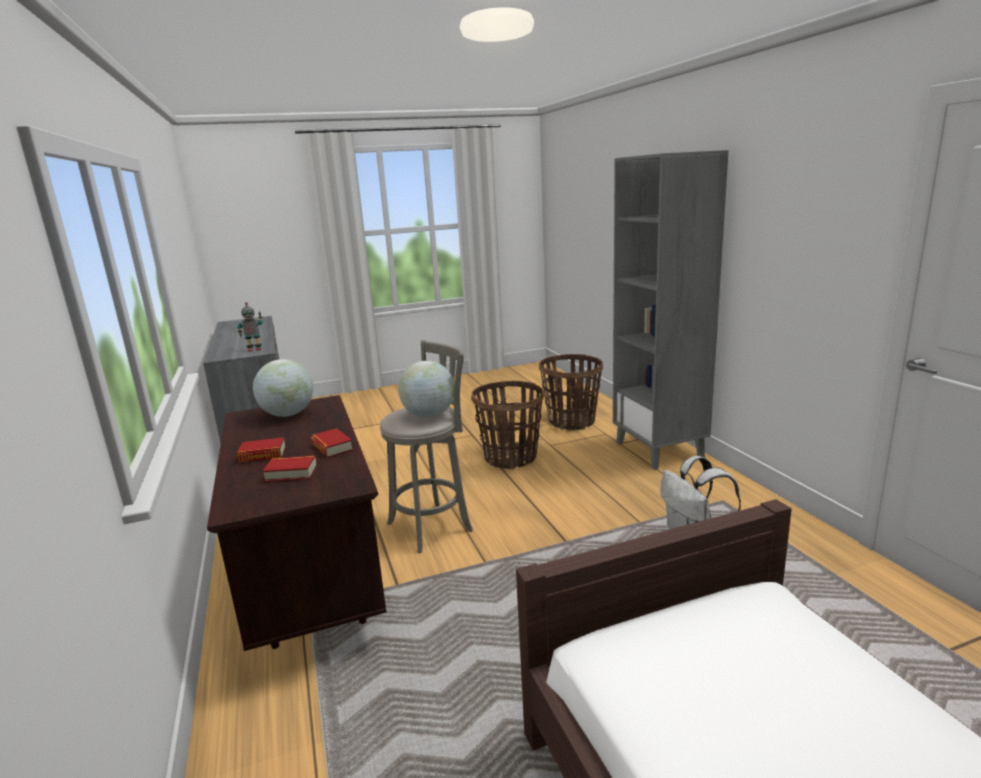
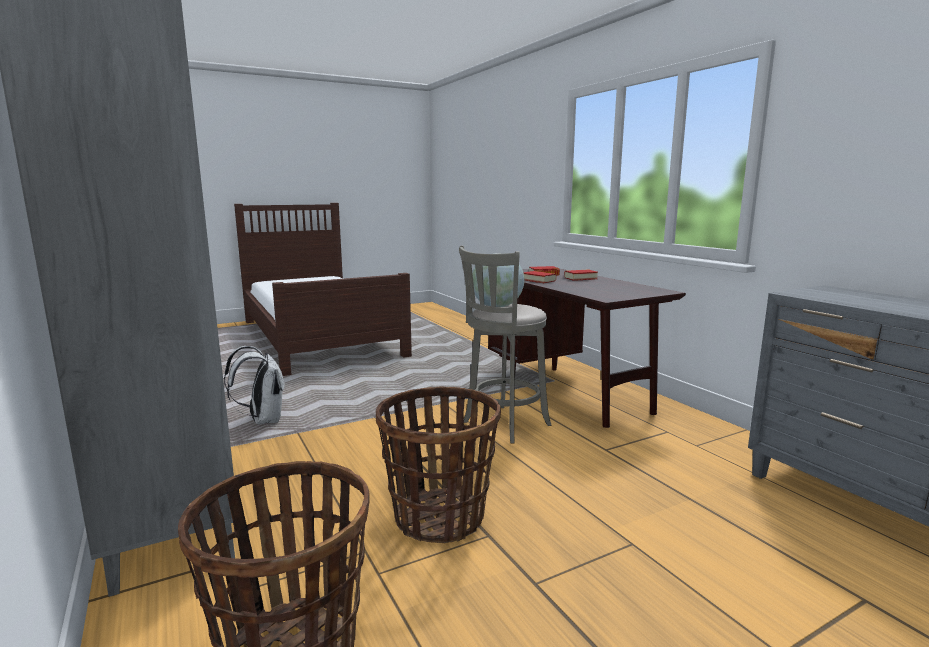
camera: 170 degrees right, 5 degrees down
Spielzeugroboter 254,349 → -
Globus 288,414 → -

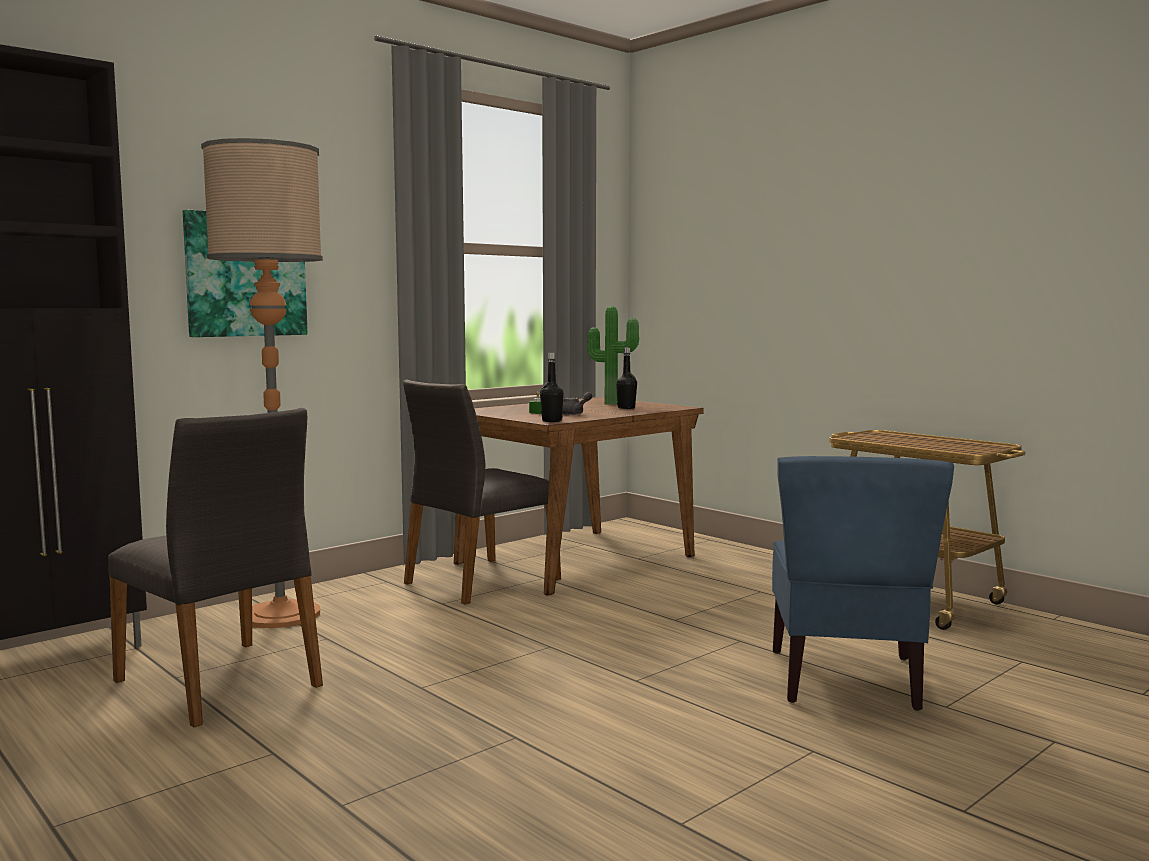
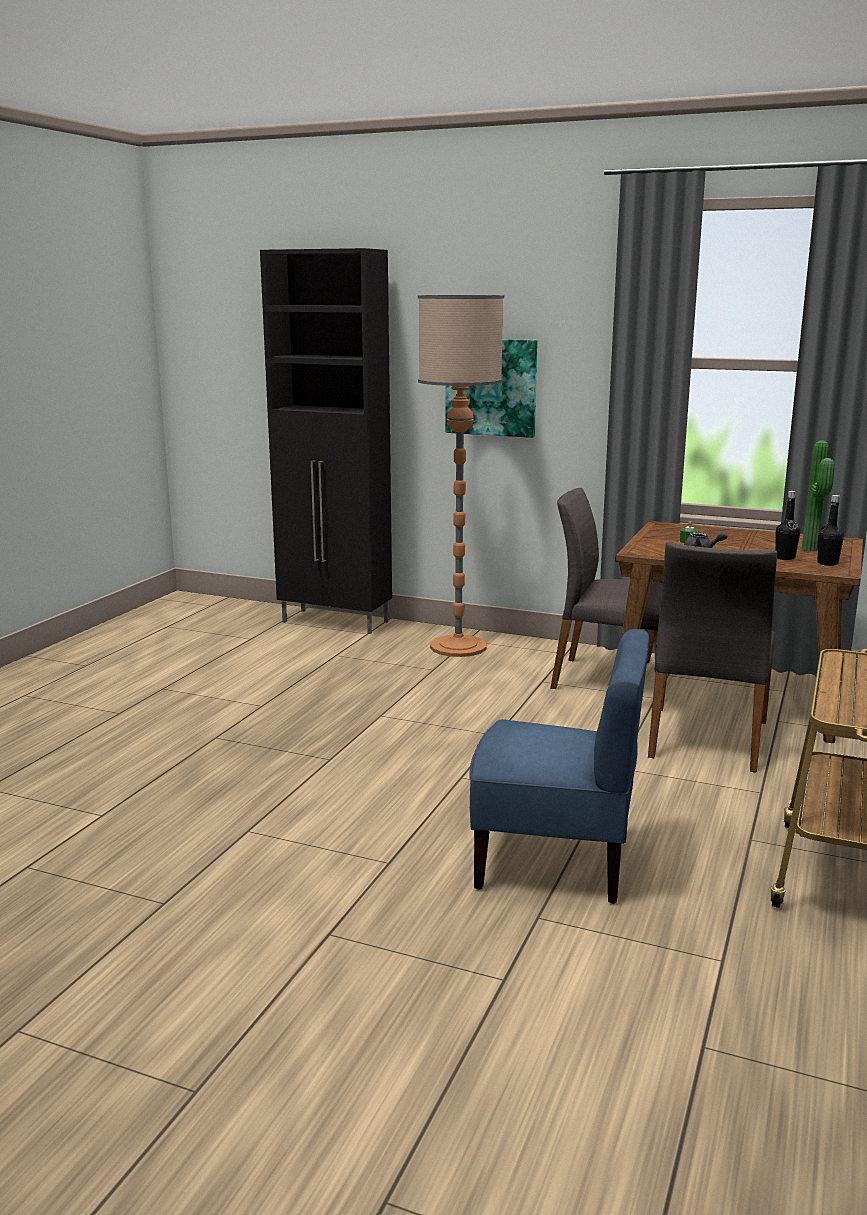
camera: 65 degrees right, 10 degrees up
Stuhl [blau] 846,679 → Stuhl [blau] 554,862, 150 degrees counterclockwise
Stuhl [grau] 222,682 → Stuhl [grau] 706,739, move
Flasche [schwarz] 551,421 → Flasche [schwarz] 827,563, move

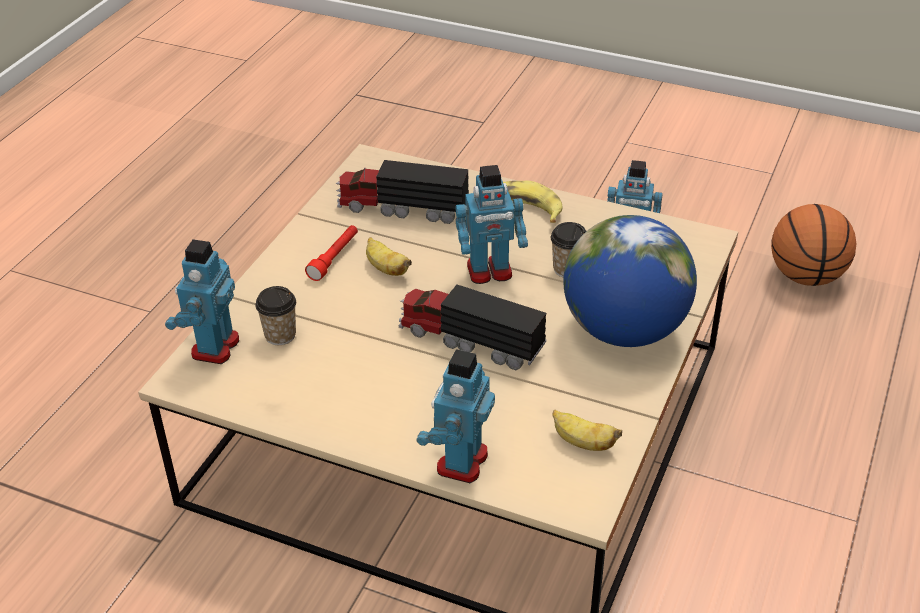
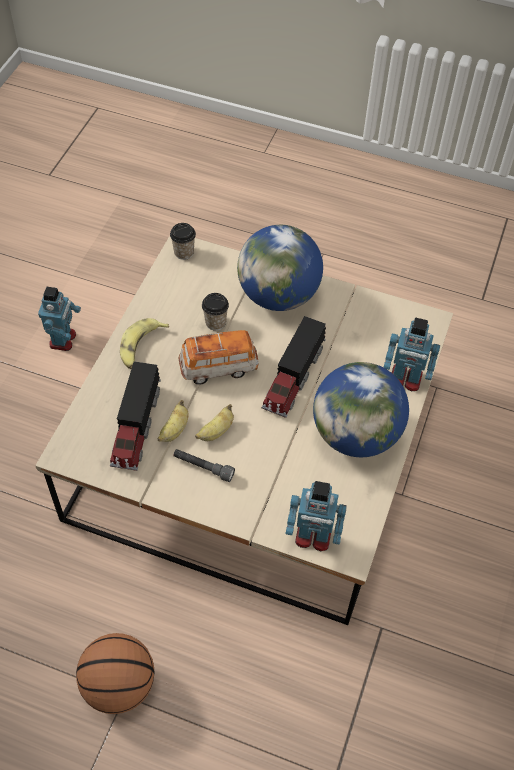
camera: 95 degrees left, 15 degrees up
Basketball 806,276 → Basketball 119,684, move
Banane 582,443 → Banane 174,430, move
Tasse 280,335 → Tasse 184,252, move
Taschenlampe [rot] 334,258 → Taschenlampe [grau] 203,467
Spielzeugroboter 489,272 → Spielzeugauto 219,367
- → Globus 355,434

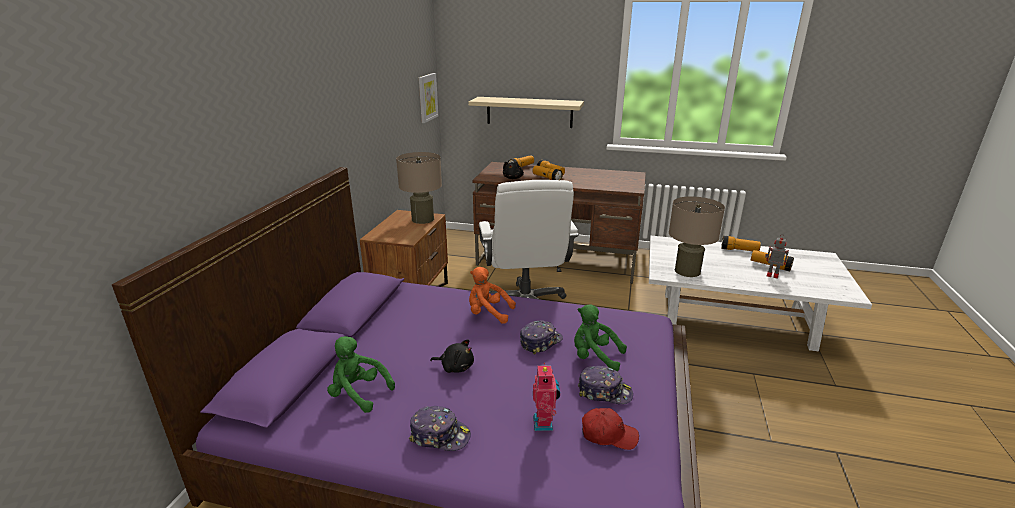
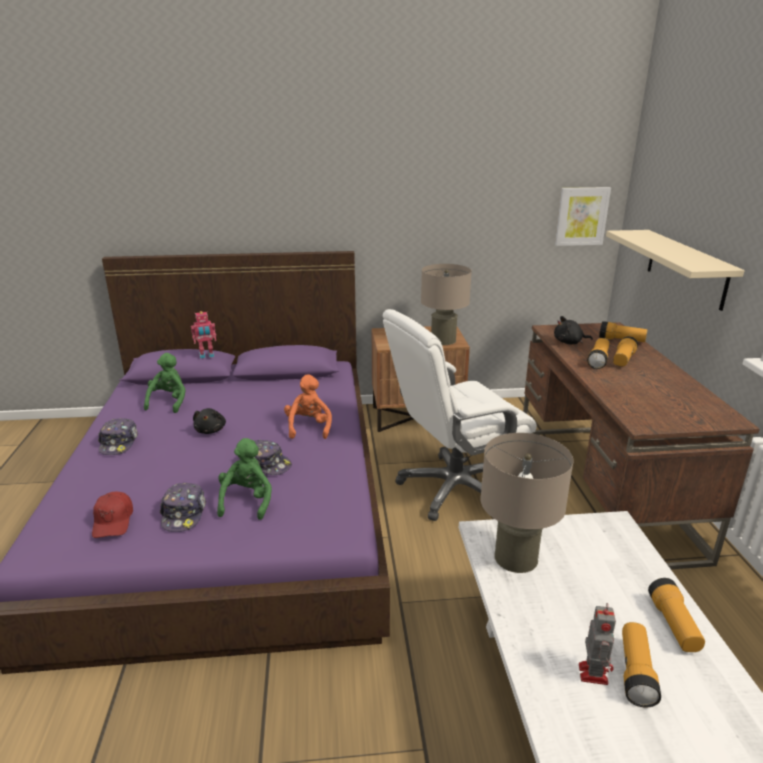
camera: 70 degrees right, 0 degrees up
Spielzeugroboter 545,423 → Spielzeugroboter 206,355, move

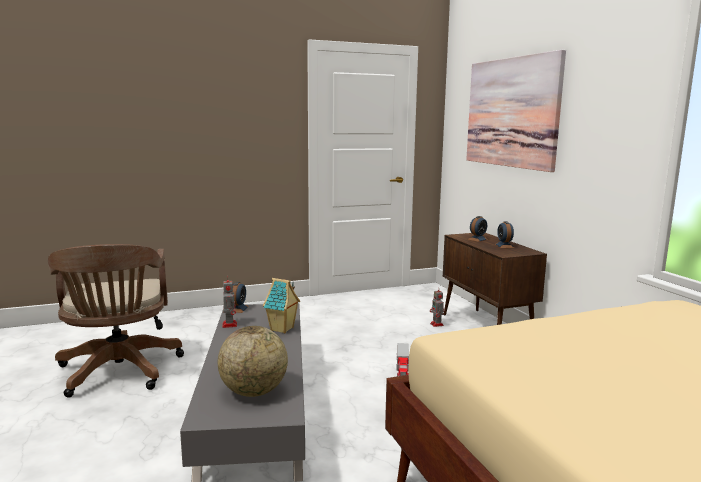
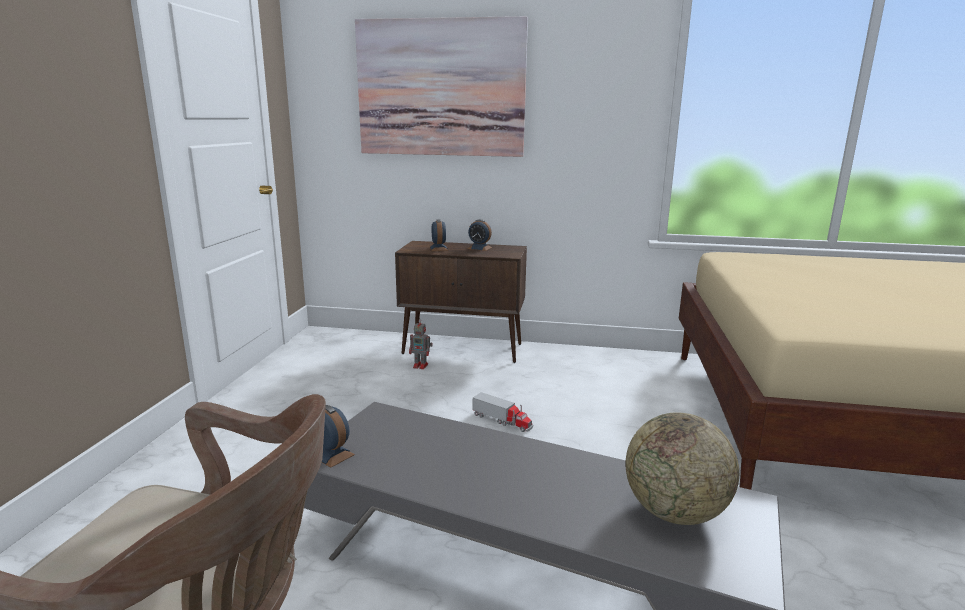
camera: 60 degrees left, 5 degrees up
Spielzeugroboter 229,324 → -
Spielzeughaus 282,329 → -

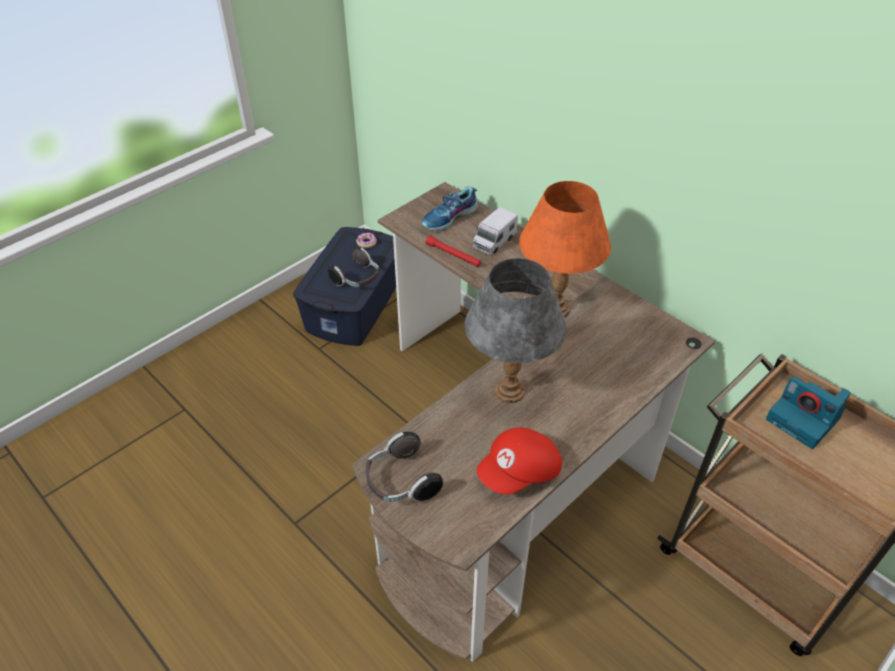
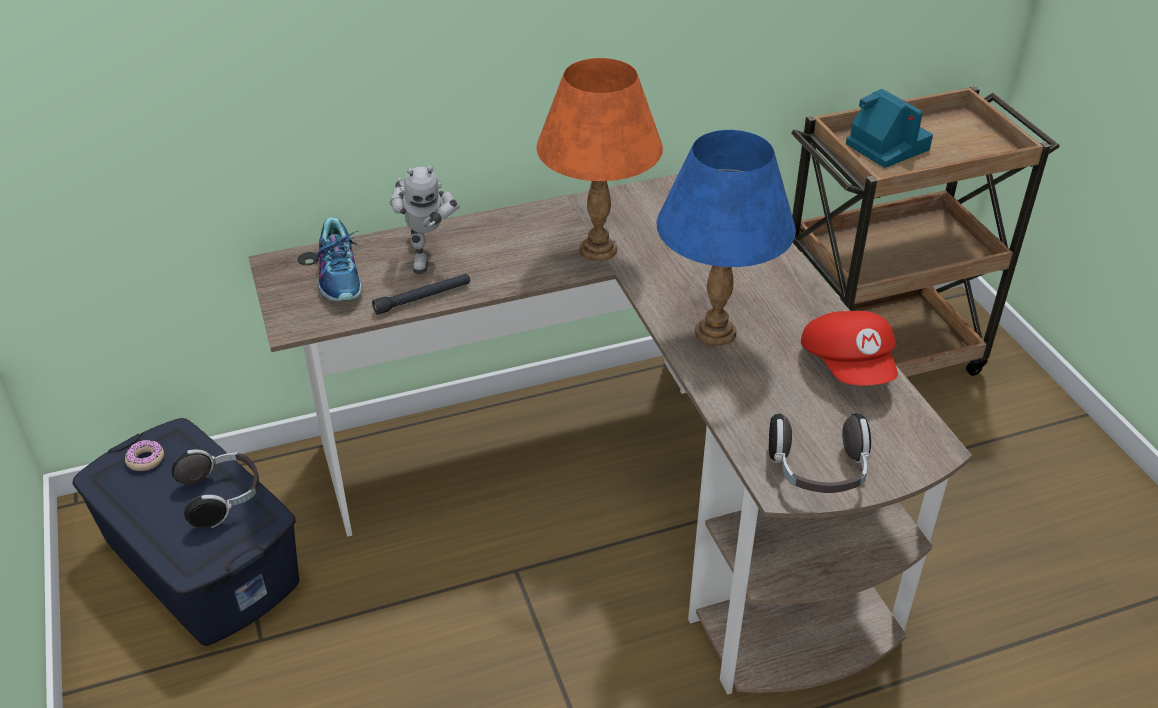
camera: 65 degrees left, 5 degrees down
Taschenlampe [rot] 453,255 → Taschenlampe [schwarz] 423,298
Spielzeuglaster 494,241 → Spielzeugroboter 427,255
Tischlampe [grau] 510,392 → Tischlampe [blau] 716,332
Kamera 805,419 → Kamera 885,146, 105 degrees counterclockwise

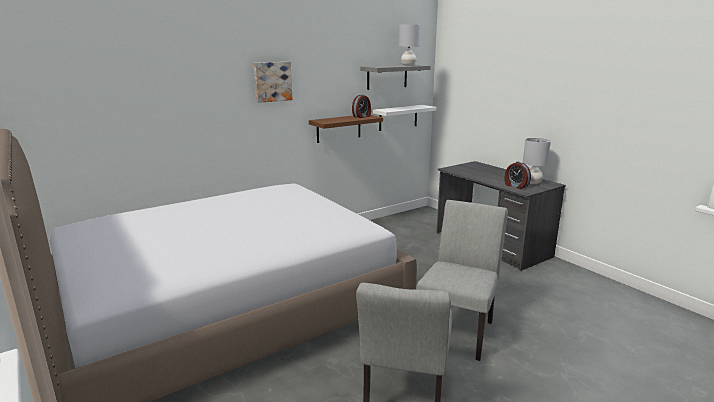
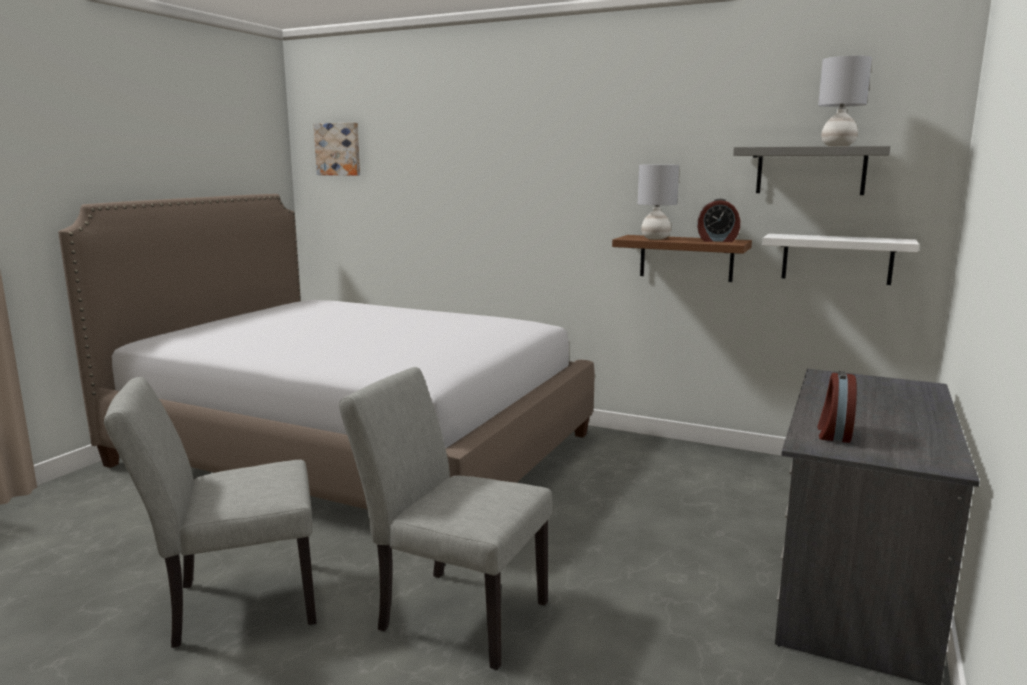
camera: 60 degrees right, 5 degrees down
Bild 272,81 → Bild 338,149, move
Stuhl [grau] 458,329 → Stuhl [grau] 452,612, 150 degrees counterclockwise
Tischlampe [grau] 532,183 → Tischlampe [grau] 656,238, move

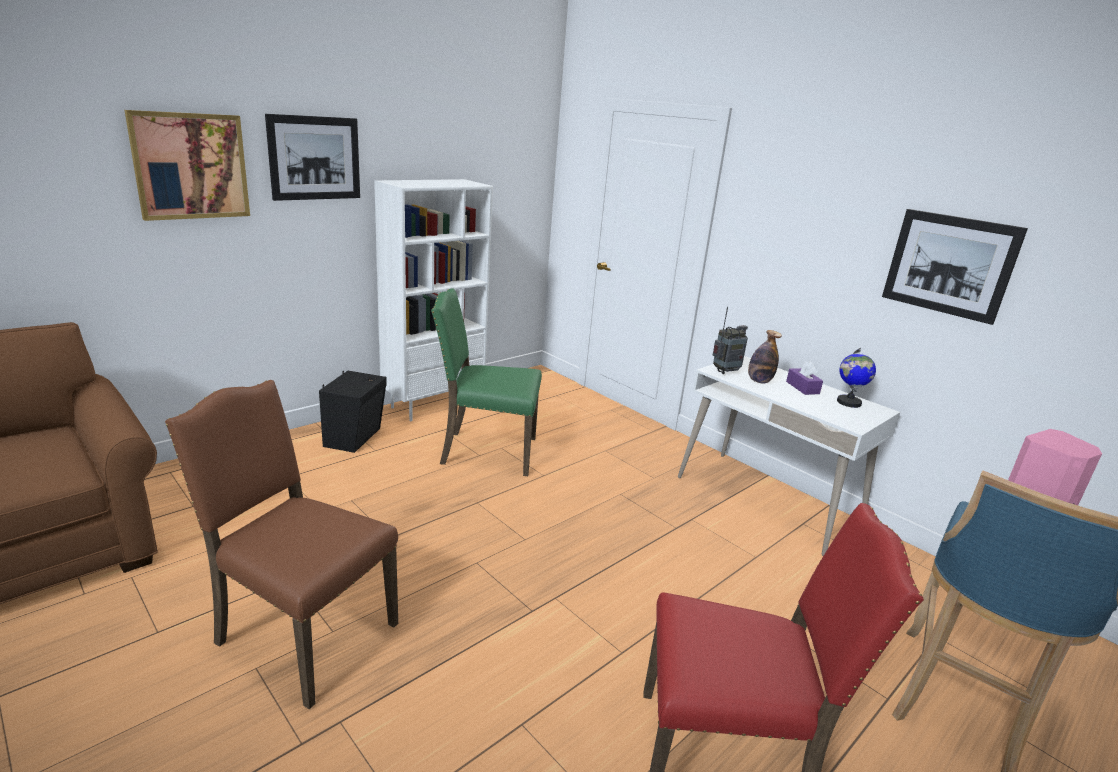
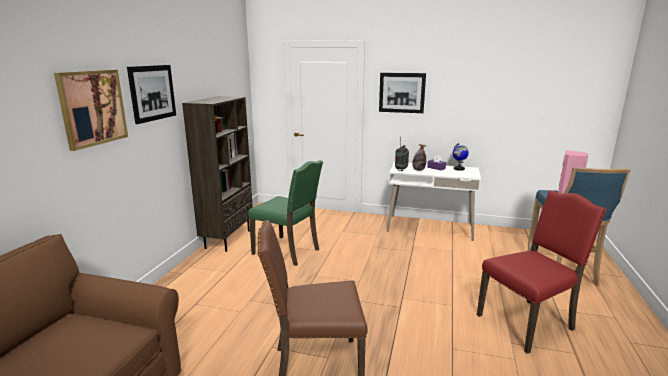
camera: 30 degrees left, 5 degrees down
Bücherregal [weiß] 434,404 → Bücherregal [braun] 227,239
Stuhl [grün] 486,451 → Stuhl [grün] 288,251, 120 degrees counterclockwise
Bild 949,265 → Bild 402,92, move
Lautsprecher [schwarz] 356,437 → -

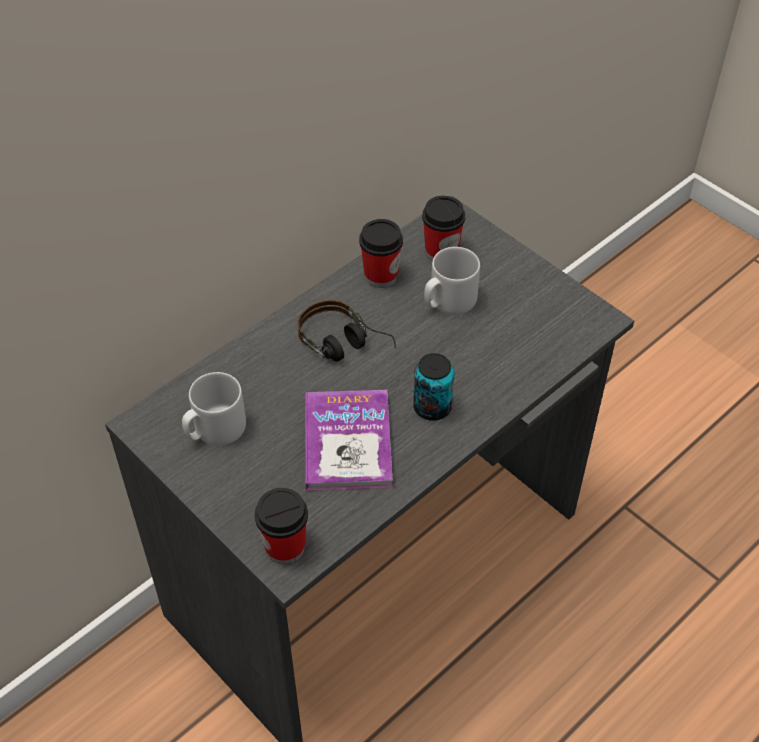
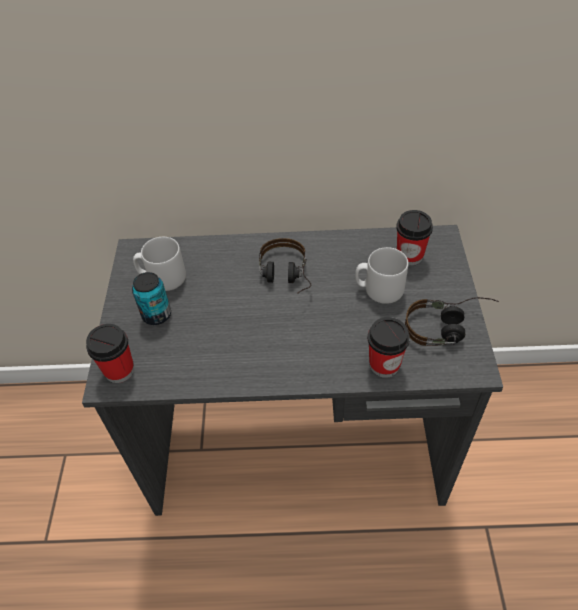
camera: 45 degrees right, 0 degrees up
Dose 432,407 → Dose 156,315, move
Tasse 381,275 → Tasse 384,364, move
- → Kopfhörer 449,327
Buch 347,442 → -

